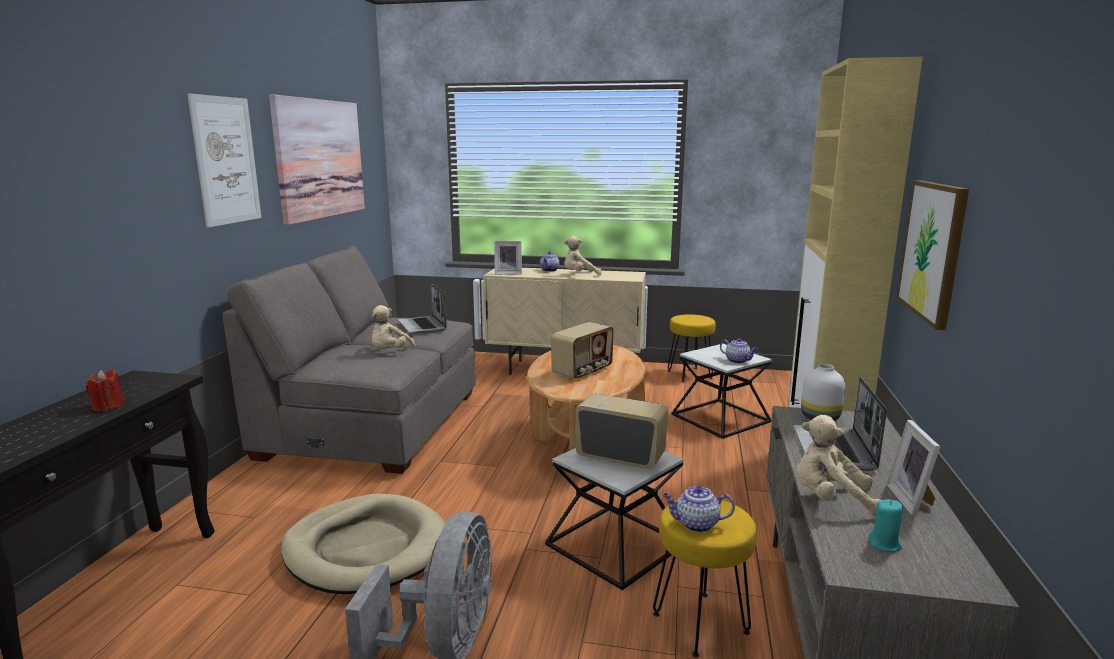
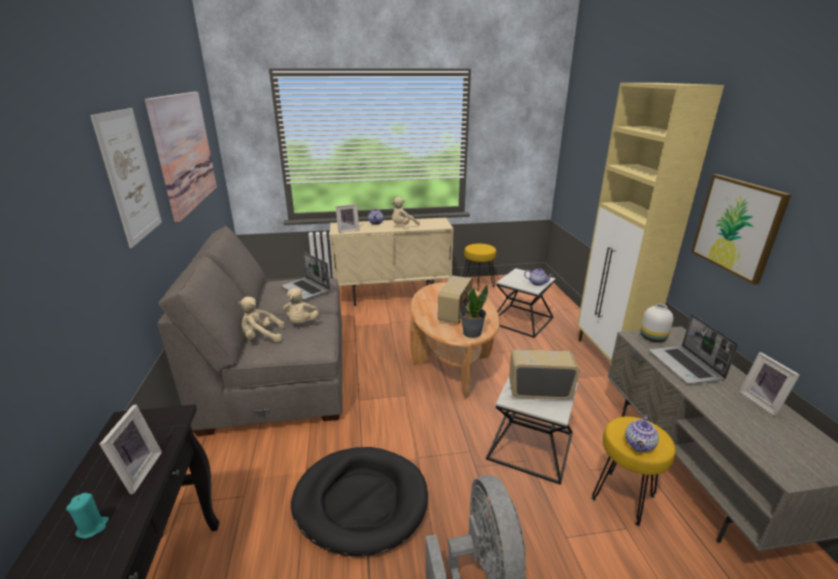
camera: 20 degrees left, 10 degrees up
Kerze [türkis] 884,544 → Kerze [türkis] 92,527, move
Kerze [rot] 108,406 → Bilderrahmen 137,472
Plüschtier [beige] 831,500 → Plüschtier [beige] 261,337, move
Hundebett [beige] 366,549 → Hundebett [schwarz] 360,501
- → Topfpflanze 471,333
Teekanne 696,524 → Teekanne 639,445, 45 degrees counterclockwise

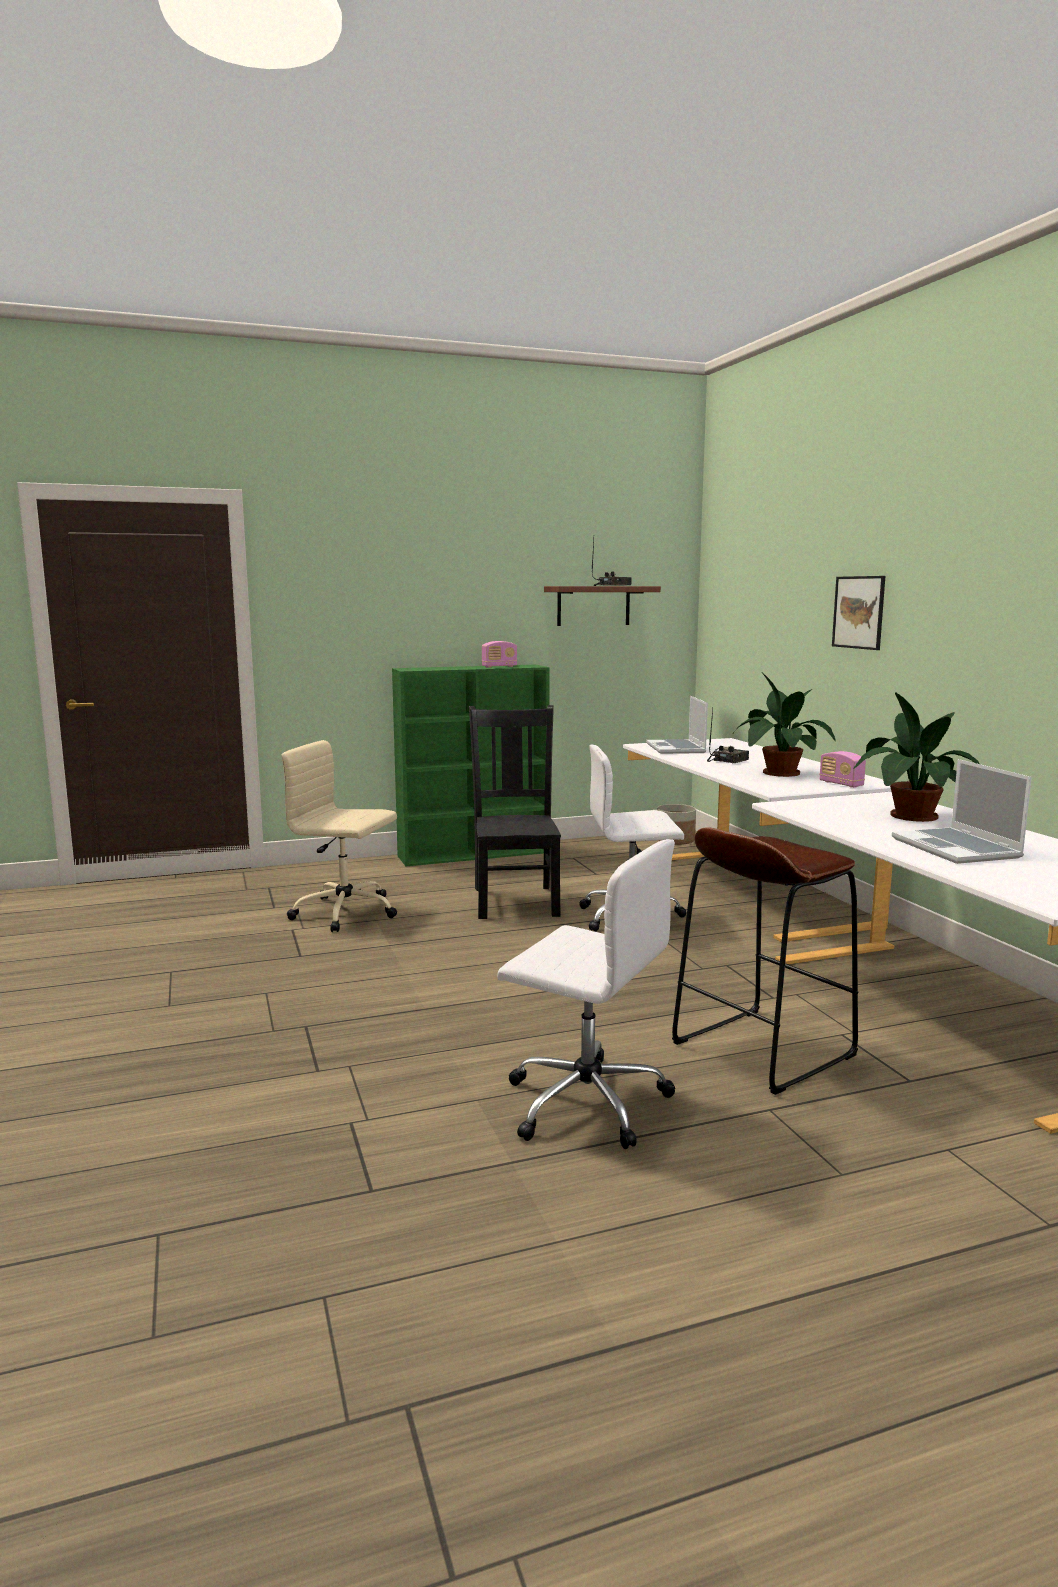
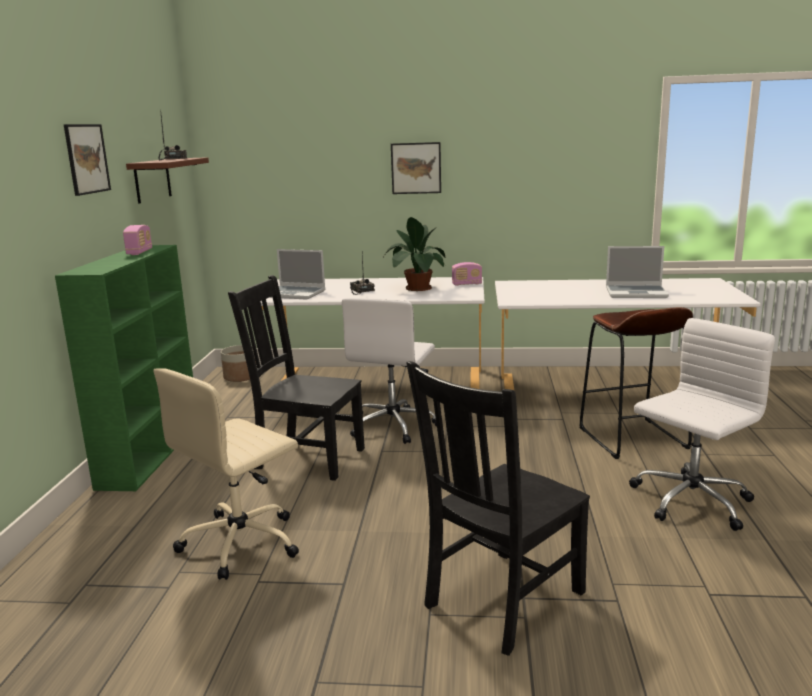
camera: 65 degrees left, 5 degrees up
- → Bild 87,159
- → Stuhl [schwarz] 501,601
Topfpflanze 909,816 → -

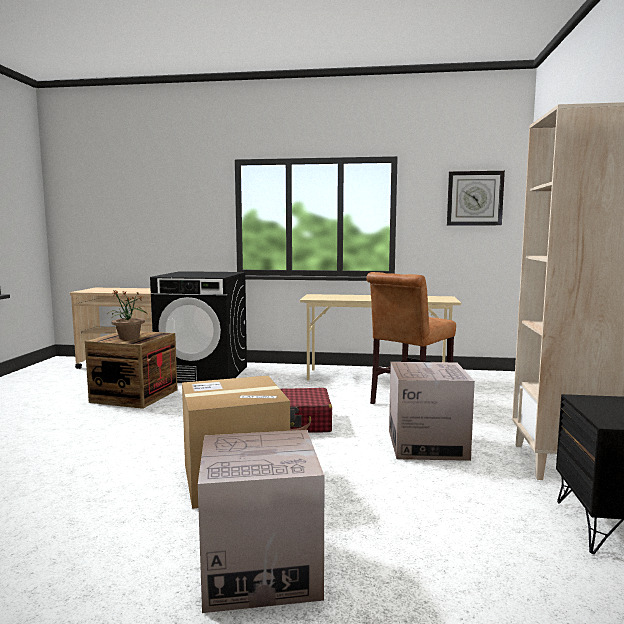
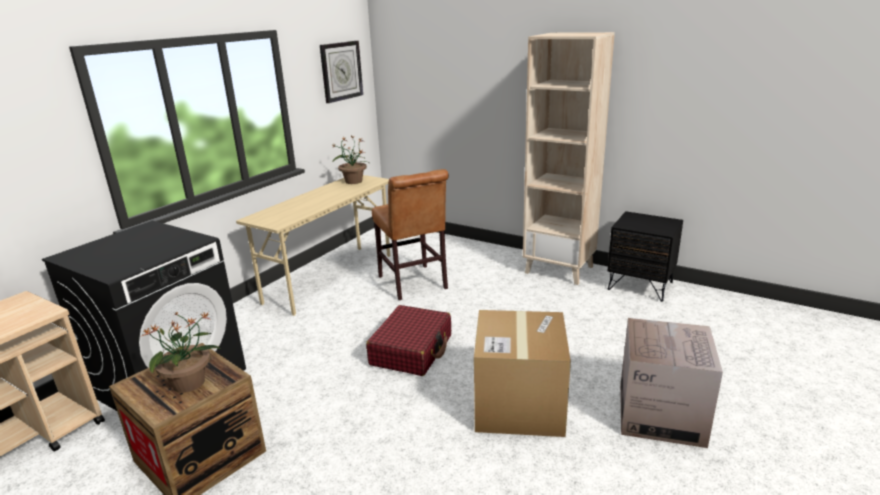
camera: 65 degrees left, 15 degrees up
- → Topfpflanze 353,181
Karton 427,445 → -

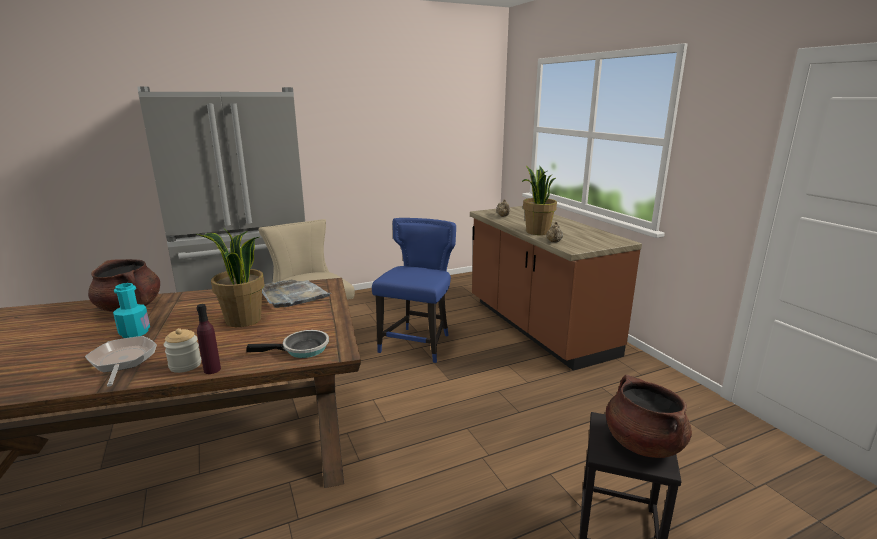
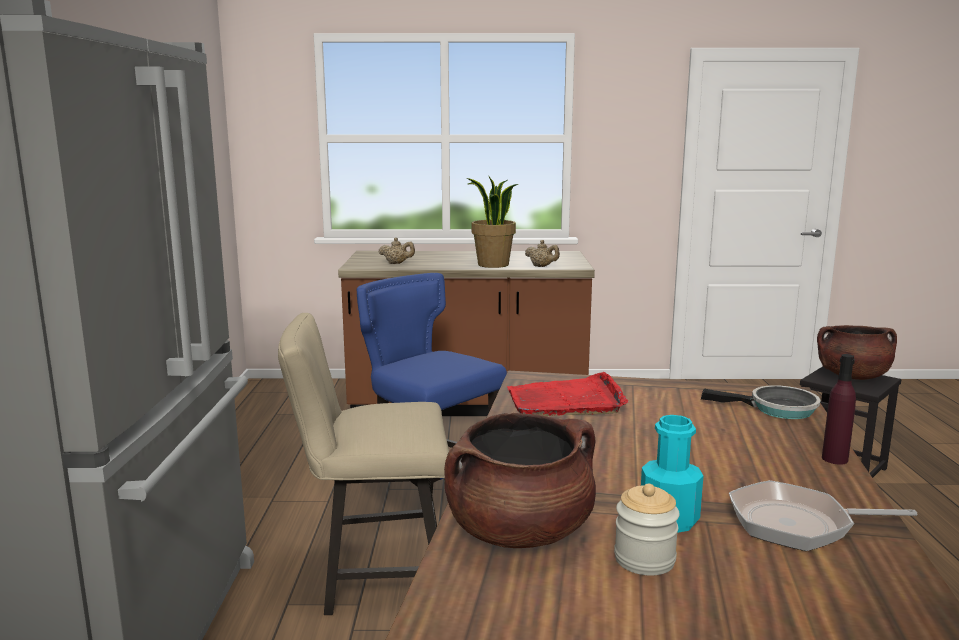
camera: 65 degrees left, 5 degrees down
Tablett [grau] 293,295 → Tablett [rot] 566,401
Vorratsglas 185,365 → Vorratsglas 644,559, move
Pfanne 302,349 → Pfanne 777,409, 90 degrees clockwise
Topfpflanze 243,320 → -

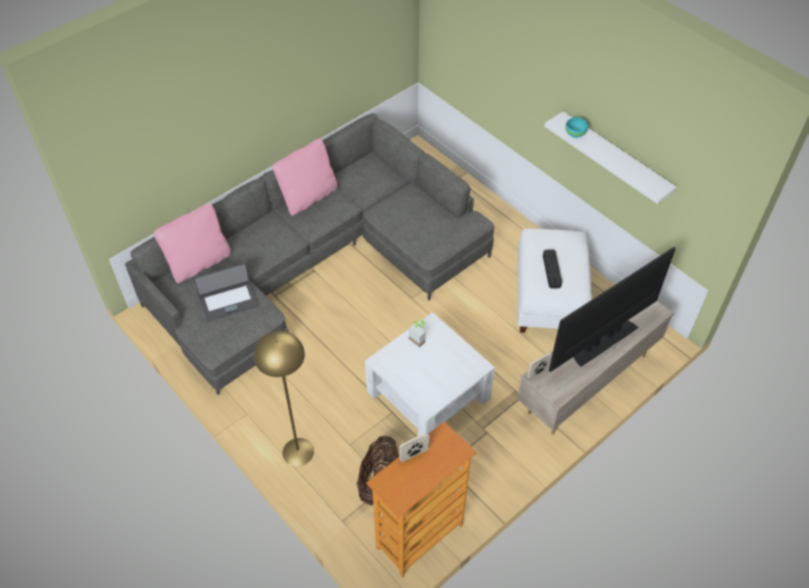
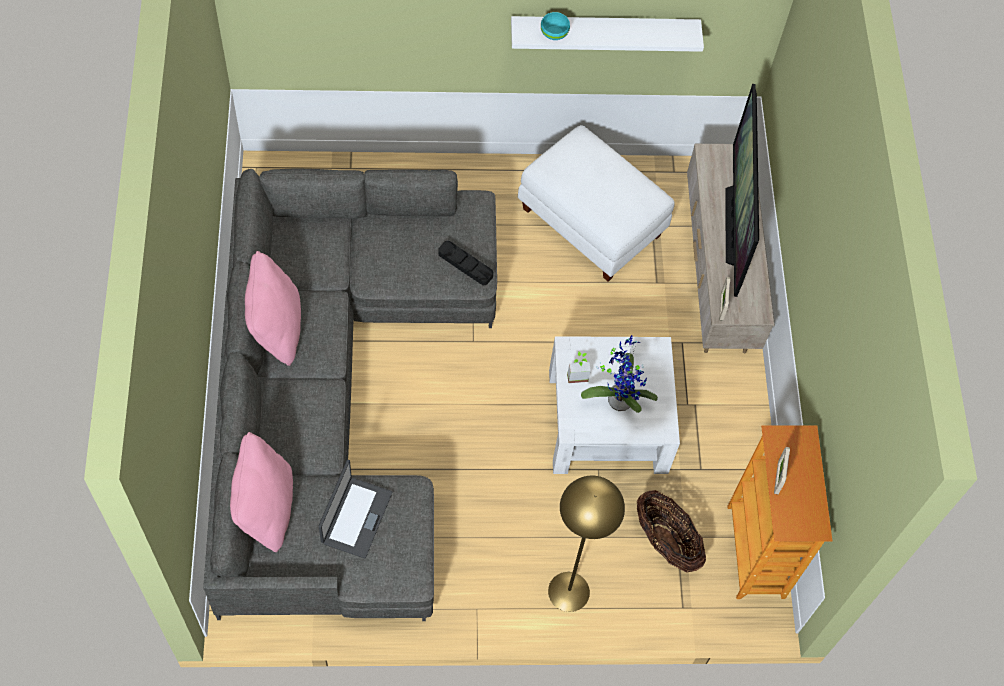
camera: 55 degrees left, 10 degrees up
Tablett [schwarz] 551,270 → Tablett [schwarz] 465,265, move
- → Topfpflanze 619,398

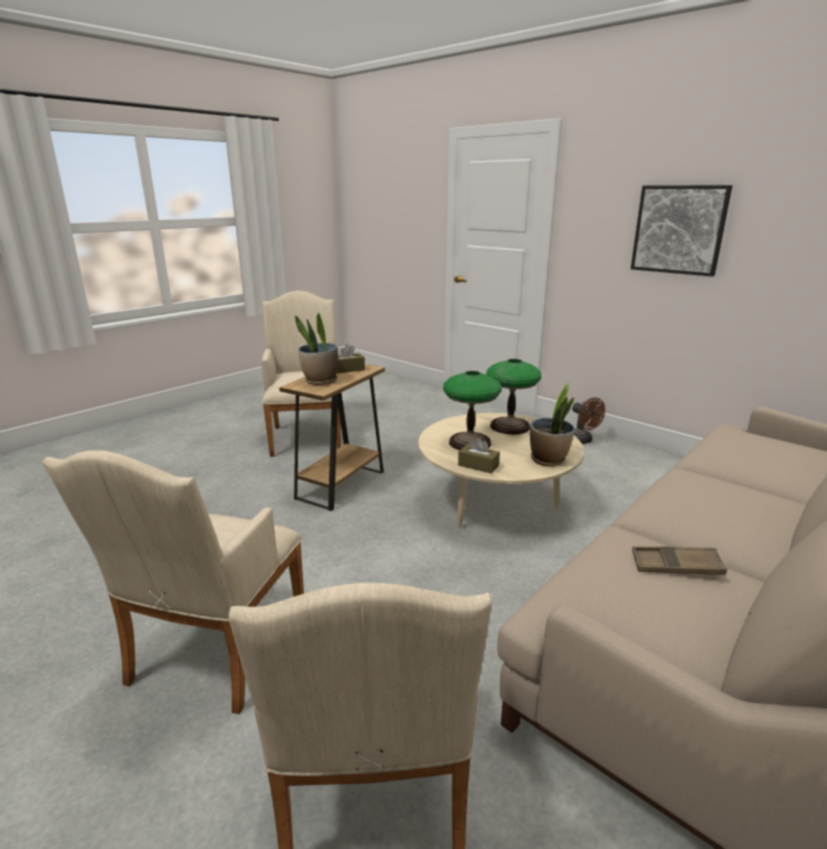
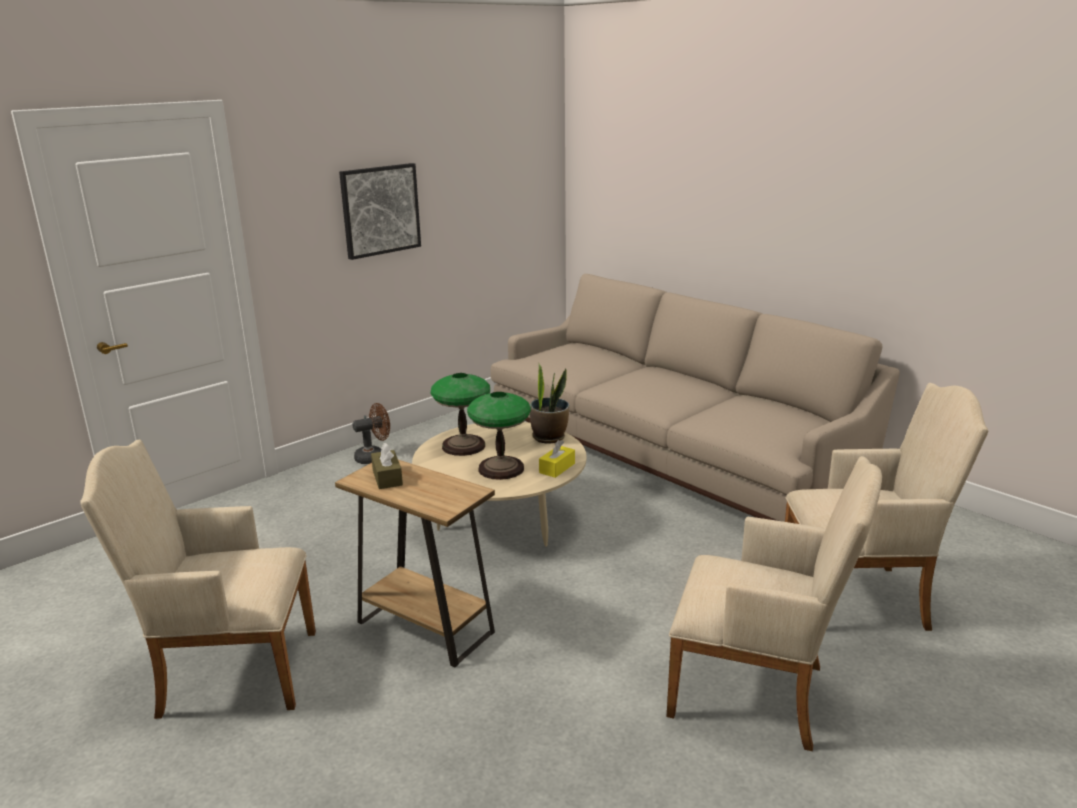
camera: 85 degrees left, 0 degrees up
Taschentuchbox [braun] 478,465 → Taschentuchbox [gelb] 557,468
Topfpflanze 320,381 → -
Tablett [braun] 676,566 → -

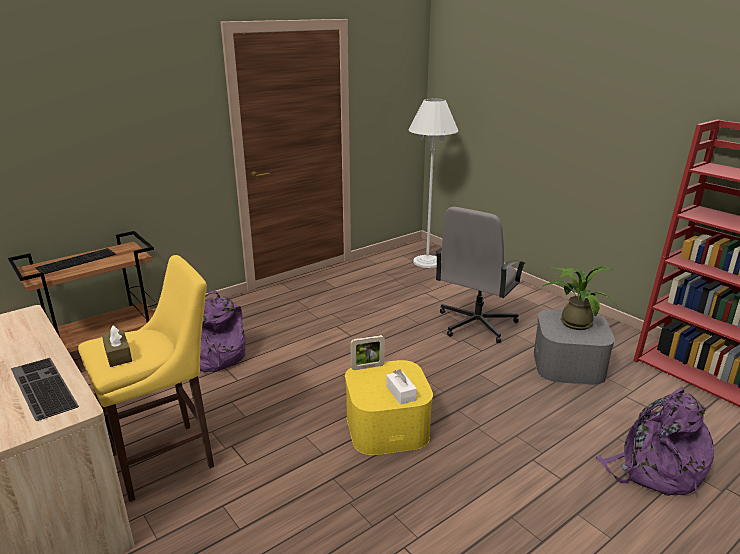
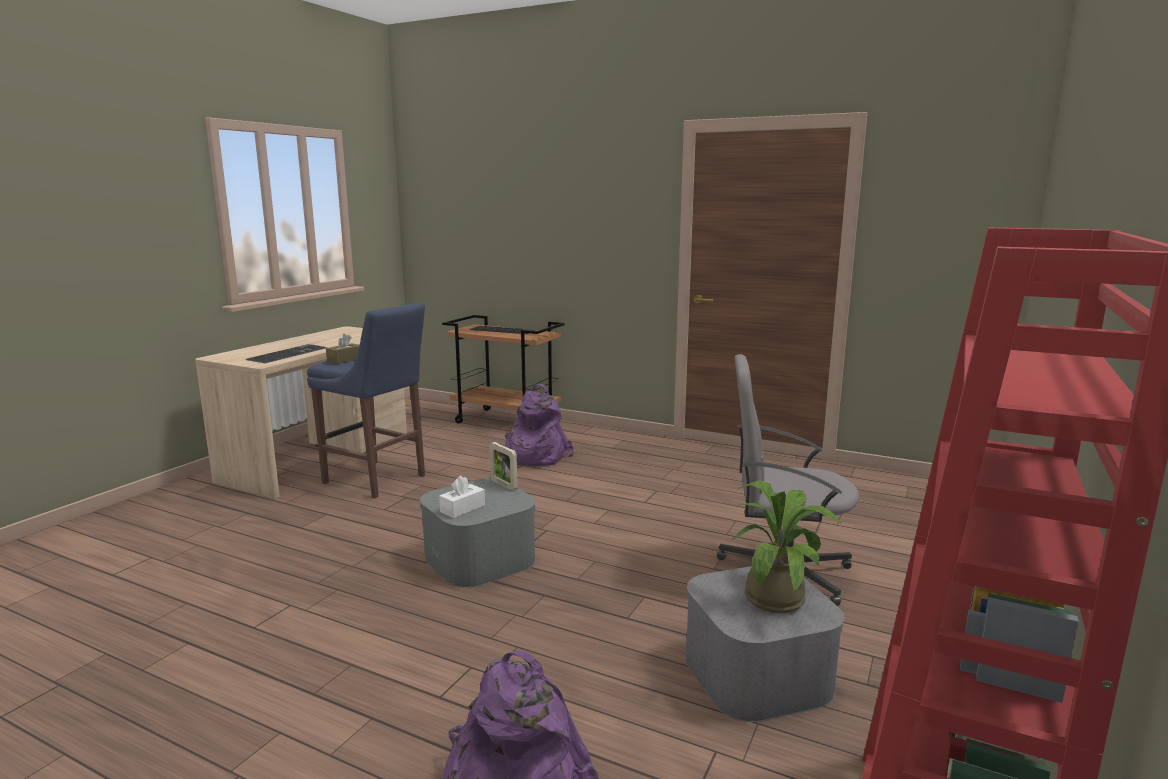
camera: 65 degrees right, 10 degrees down
Hocker [gelb] 167,458 → Hocker [blau] 377,480
Aufbewahrungsbox [gelb] 387,426 → Aufbewahrungsbox [grau] 480,558
Stehlampe [weiß] 427,262 → -

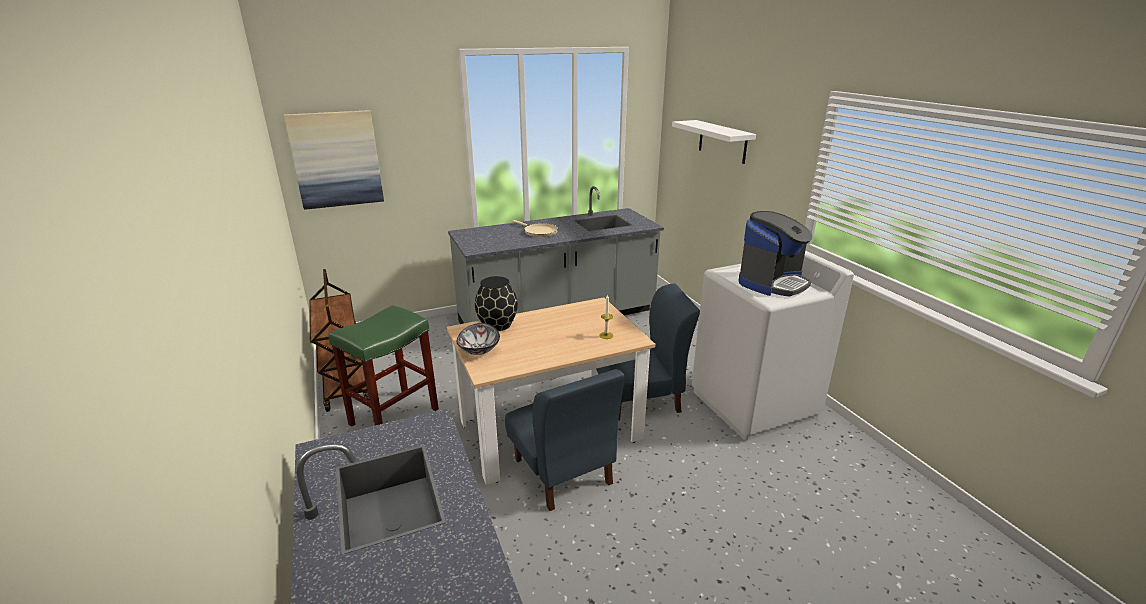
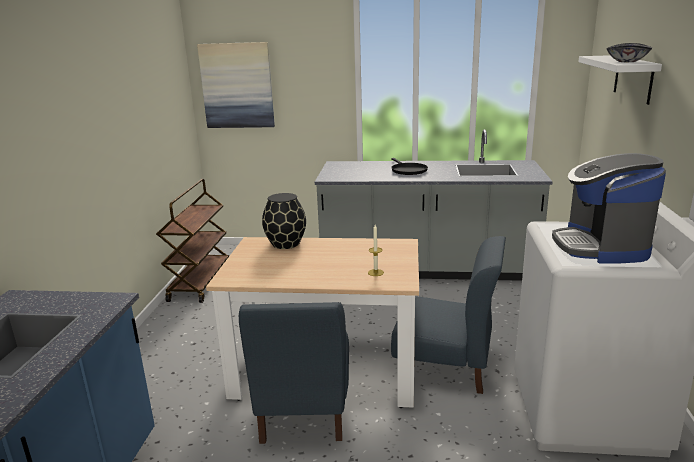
camera: 30 degrees right, 5 degrees down
Pfanne [beige] 539,232 → Pfanne [schwarz] 408,170
Kaffeemaschine 772,283 → Kaffeemaschine 601,246, 105 degrees clockwise
Schüssel 478,350 → Schüssel 626,61, move
Hocker [grün] 395,416 → -

